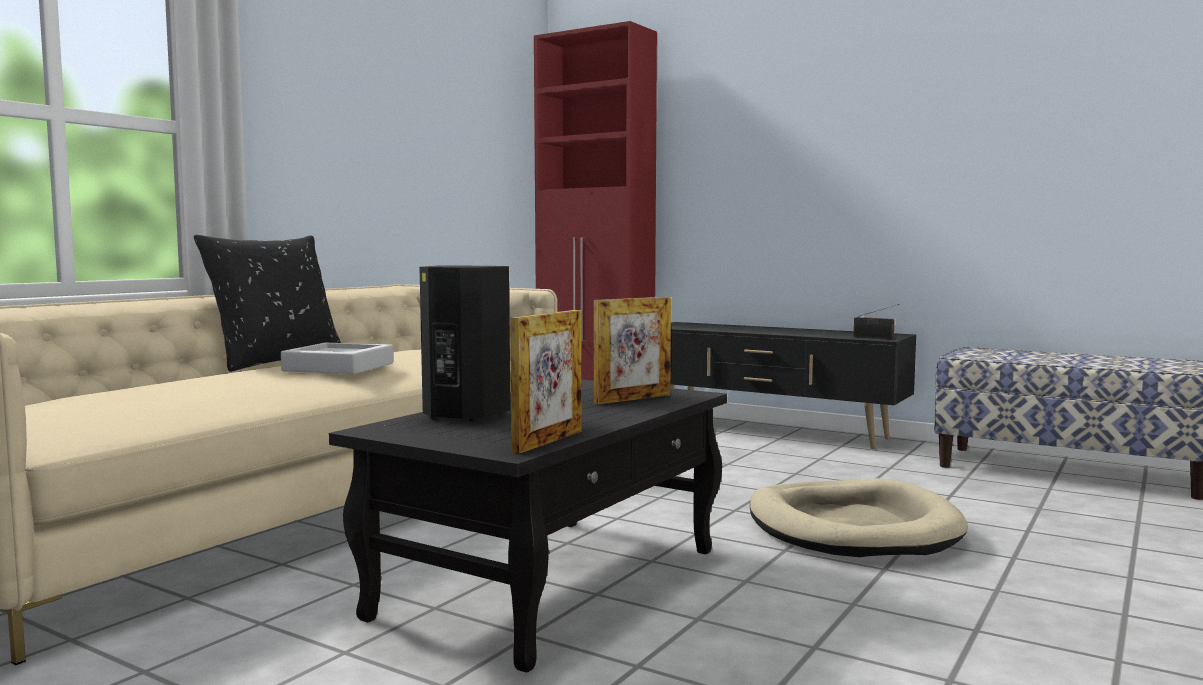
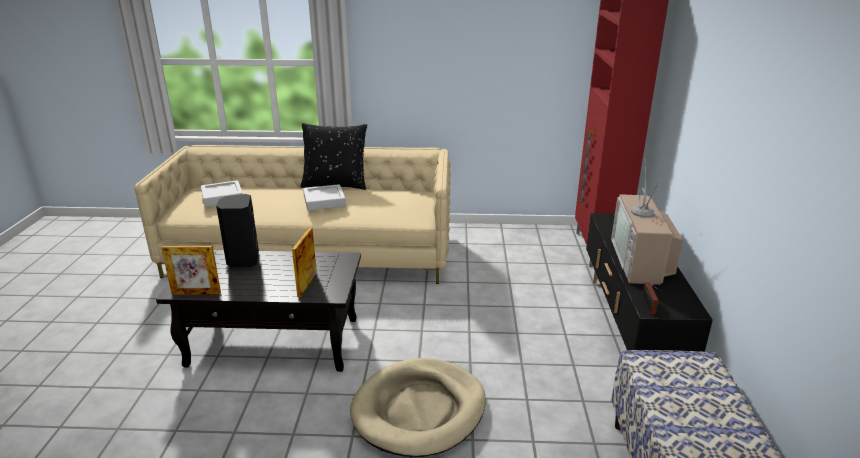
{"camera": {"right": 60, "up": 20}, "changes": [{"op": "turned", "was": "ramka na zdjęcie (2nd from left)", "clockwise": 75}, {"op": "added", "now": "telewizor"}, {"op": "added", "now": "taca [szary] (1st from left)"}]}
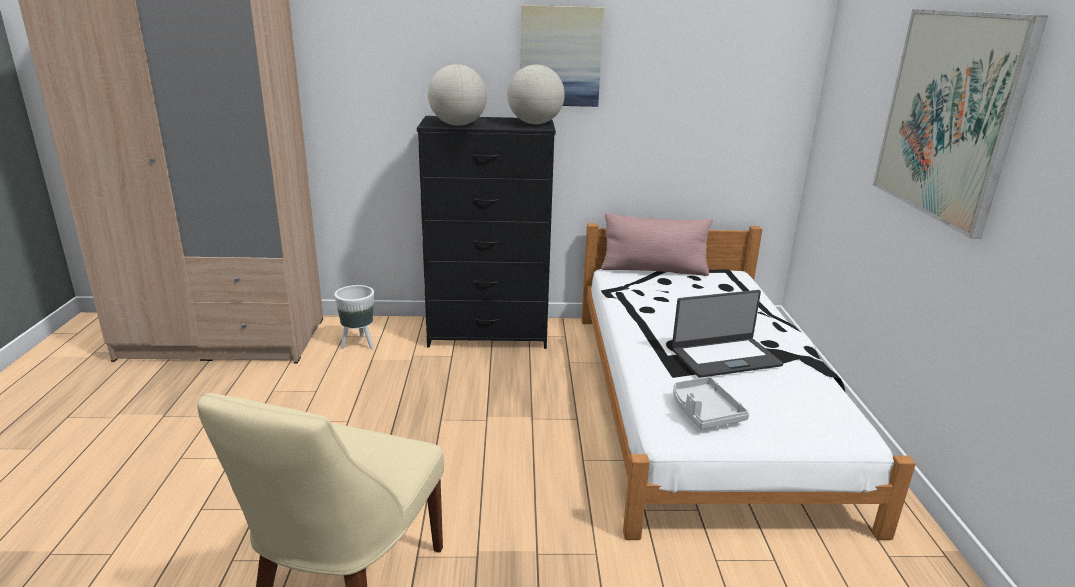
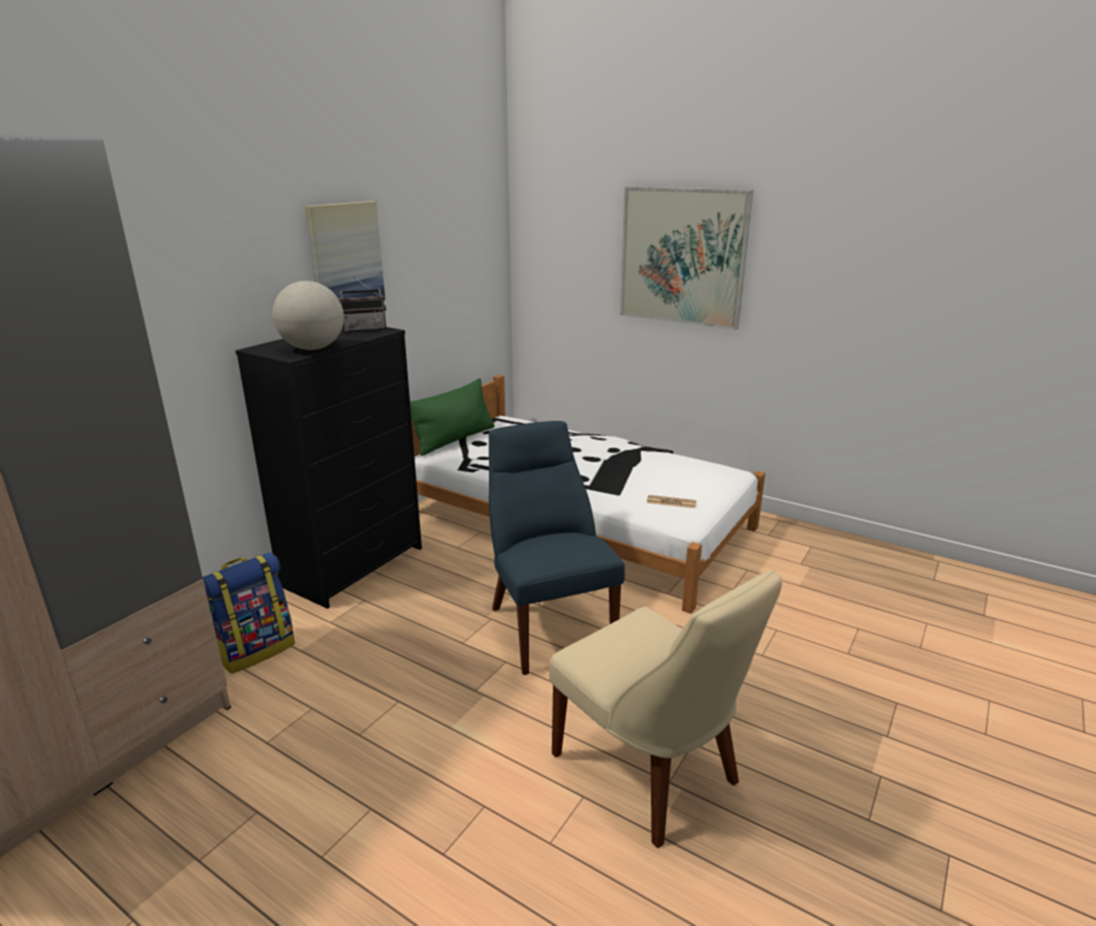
{"camera": {"right": -55, "up": 0}, "changes": [{"op": "replaced", "was": "globus (2nd from left)", "now": "radio"}, {"op": "recoloured", "was": "poduszka [różowy]", "now": "poduszka [zielony]"}, {"op": "replaced", "was": "donica [biały]", "now": "plecak"}, {"op": "removed", "was": "laptop"}, {"op": "replaced", "was": "taca [szary]", "now": "gazeta"}, {"op": "added", "now": "krzesło [niebieski]"}]}
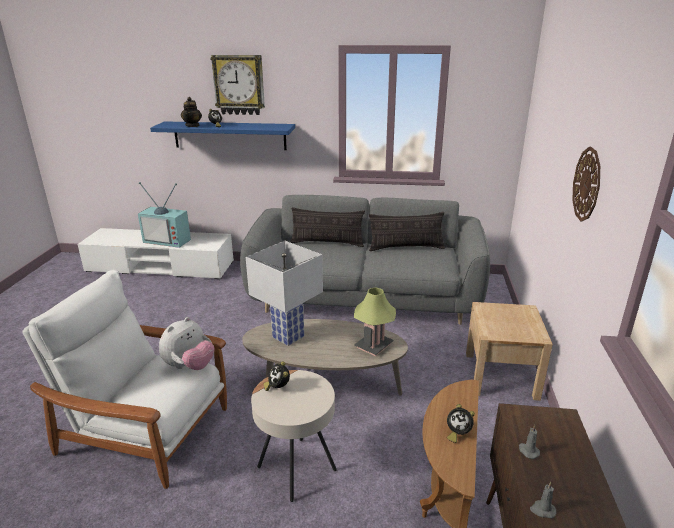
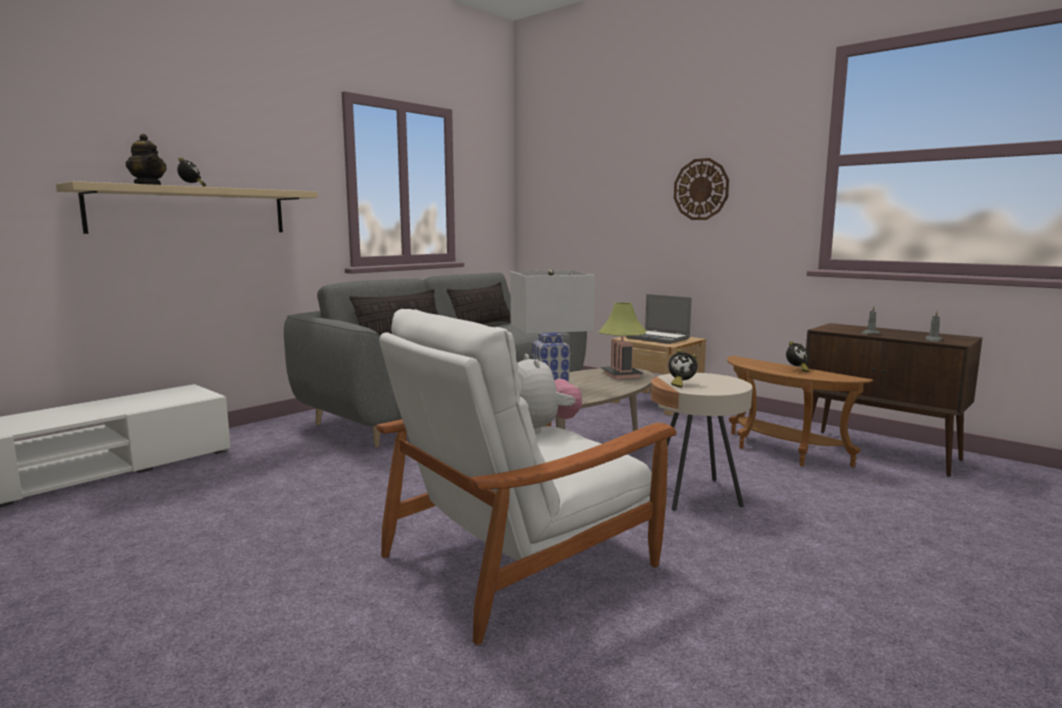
{"camera": {"right": -55, "up": -15}, "changes": [{"op": "removed", "was": "zegar ścienny (1st from left)"}, {"op": "recoloured", "was": "półka [niebieski]", "now": "półka [beżowy]"}, {"op": "removed", "was": "telewizor"}, {"op": "added", "now": "laptop"}]}
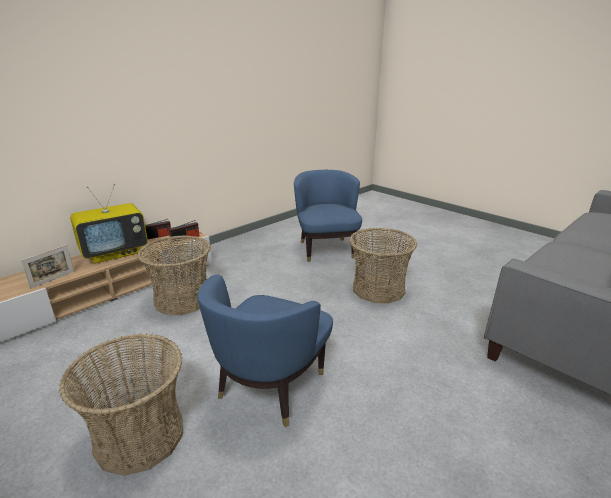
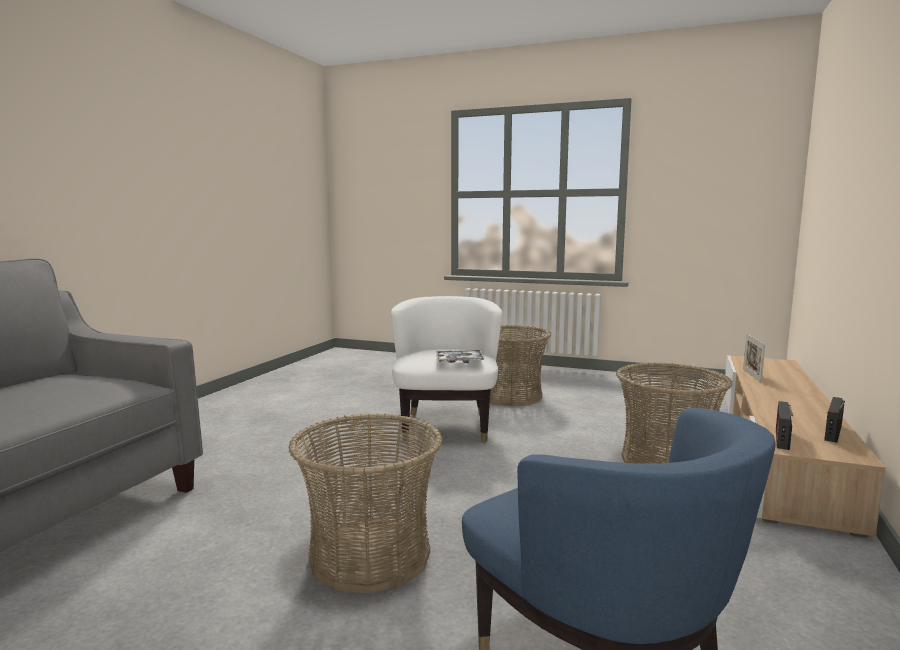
{"camera": {"right": 155, "up": -15}, "changes": [{"op": "removed", "was": "telewizor"}, {"op": "recoloured", "was": "fotel [niebieski] (1st from left)", "now": "fotel [biały]"}, {"op": "added", "now": "taca"}]}
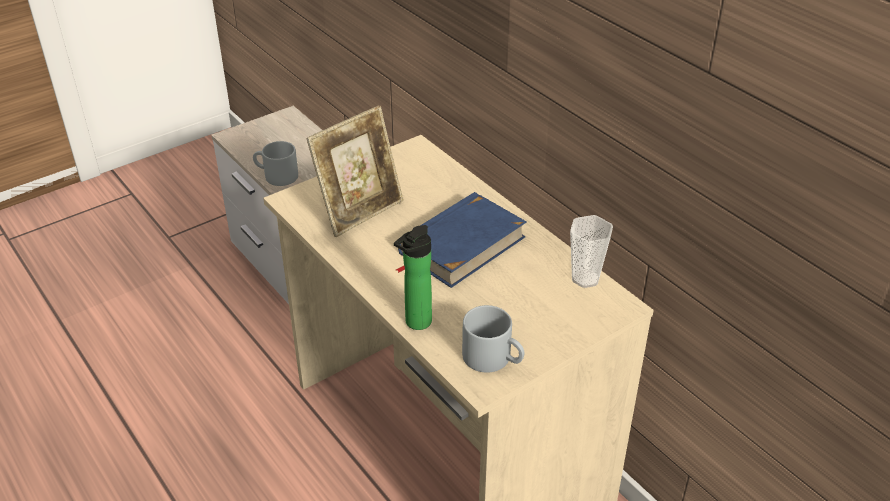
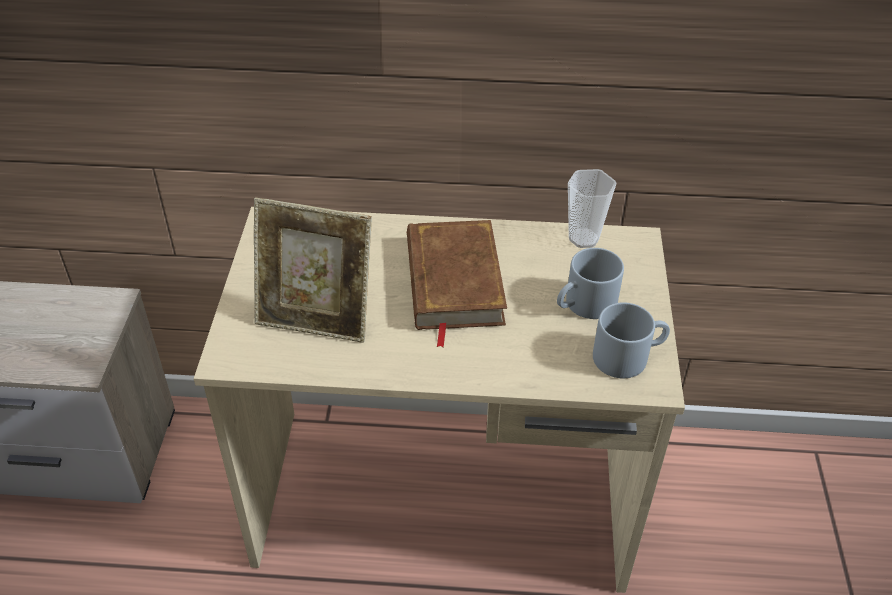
{"camera": {"right": -50, "up": 5}, "changes": [{"op": "turned", "was": "ramka na zdjęcie", "clockwise": 105}, {"op": "moved", "was": "kubek [szary] (1st from left)"}, {"op": "recoloured", "was": "książka [niebieski]", "now": "książka [brązowy]"}, {"op": "removed", "was": "butelka"}]}
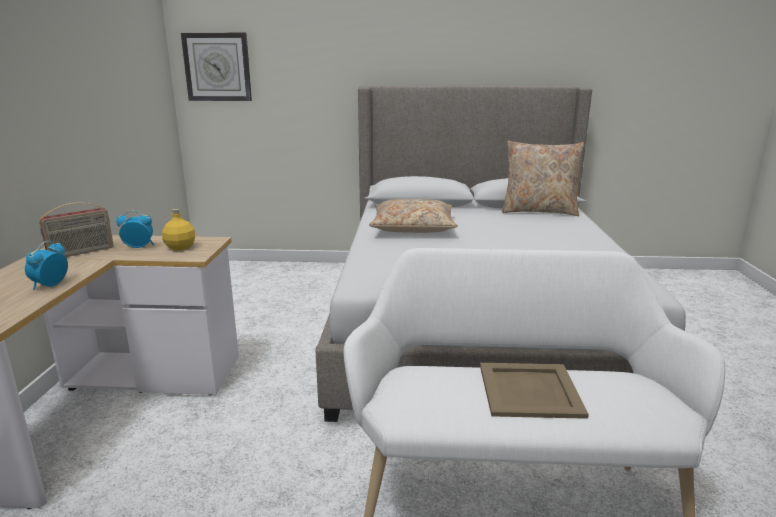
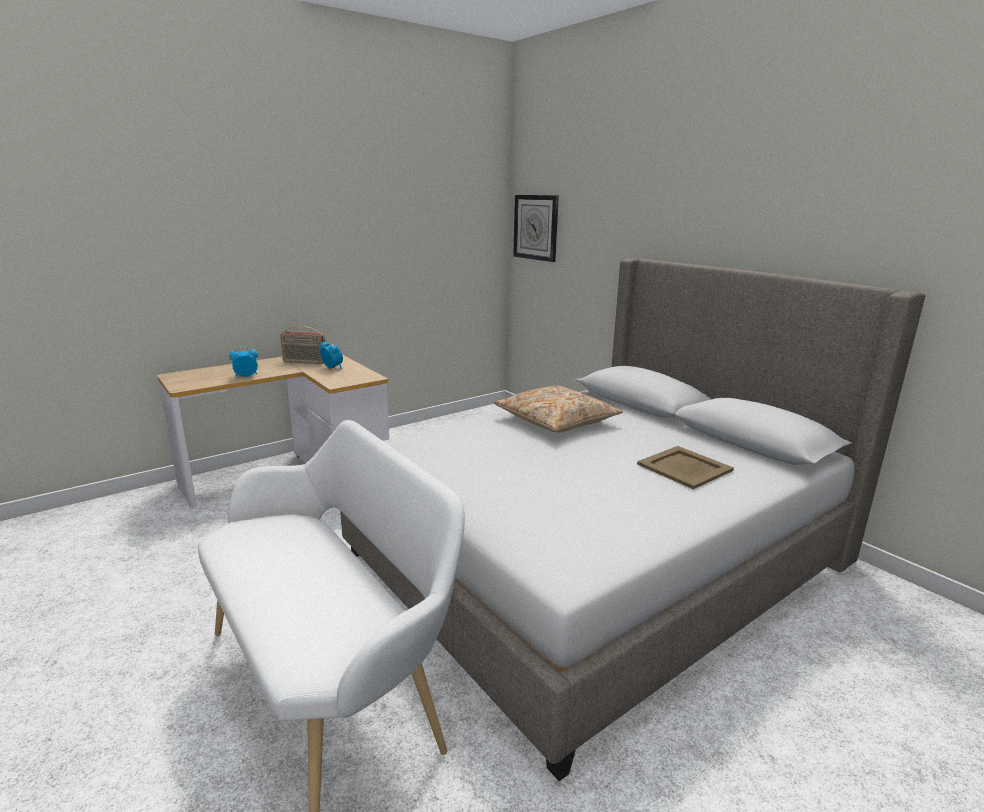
{"camera": {"right": 50, "up": 0}, "changes": [{"op": "removed", "was": "poduszka [beżowy] (2nd from left)"}, {"op": "removed", "was": "butelka [żółty]"}, {"op": "moved", "was": "taca [beżowy]"}]}
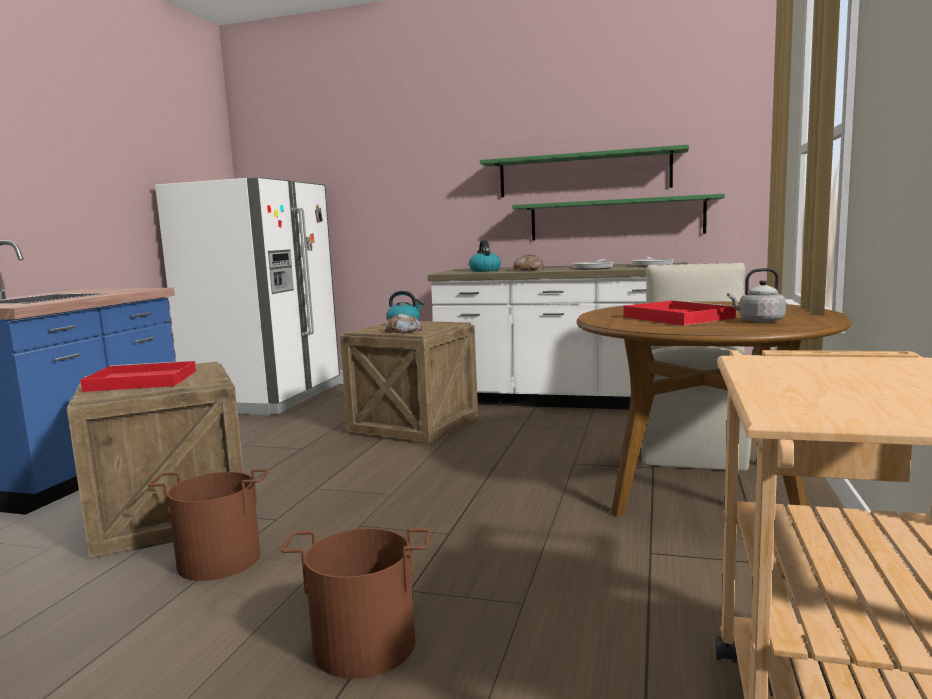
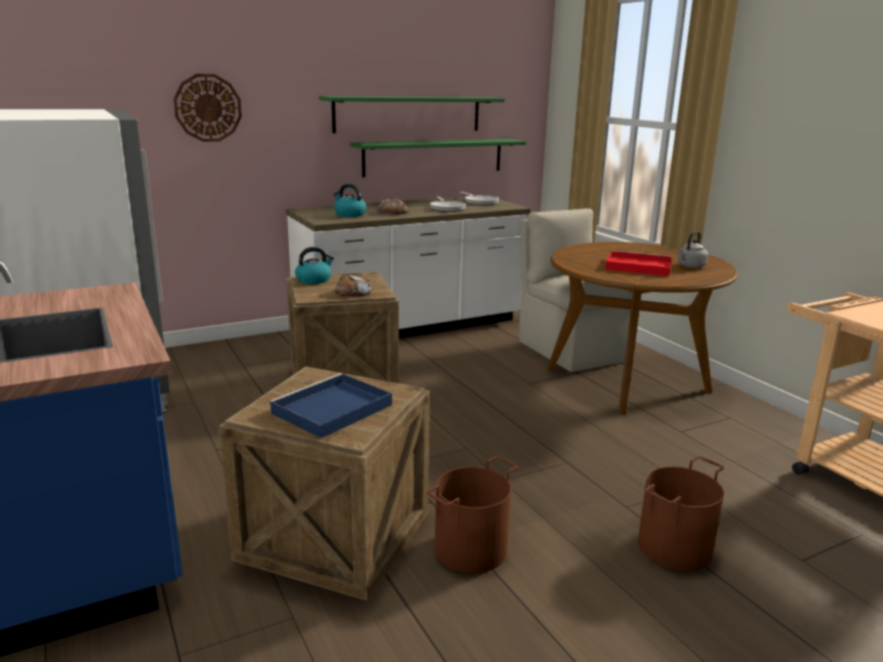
{"camera": {"right": -45, "up": 10}, "changes": [{"op": "recoloured", "was": "taca [czerwony] (1st from left)", "now": "taca [niebieski]"}, {"op": "added", "now": "zegar ścienny"}]}
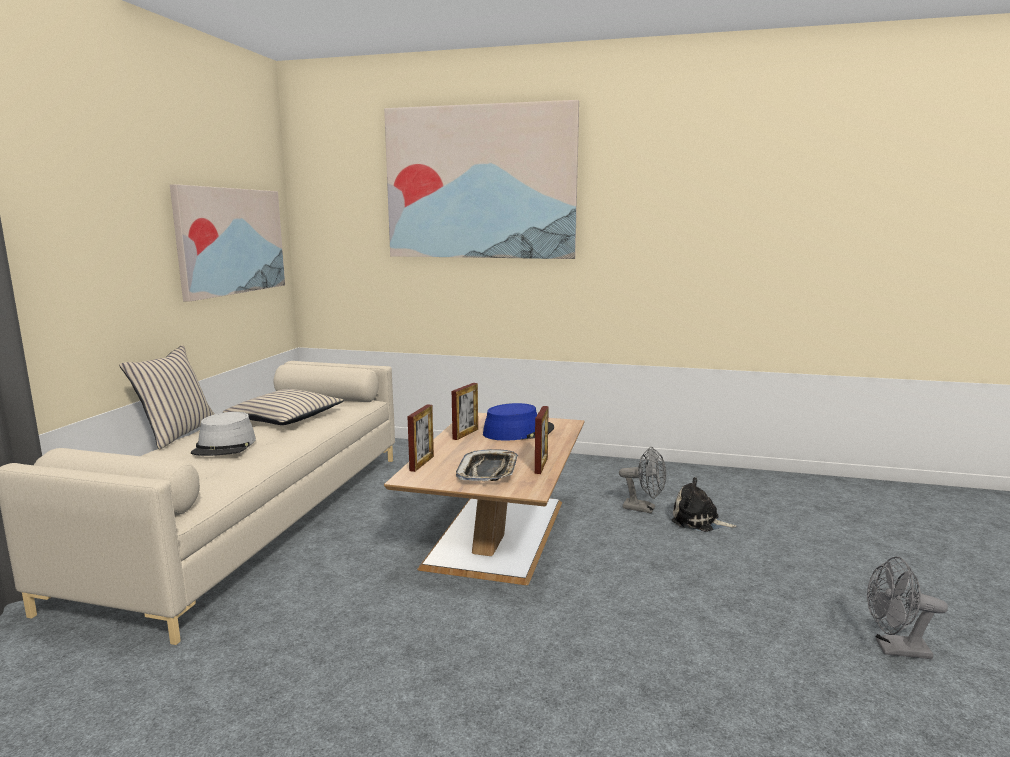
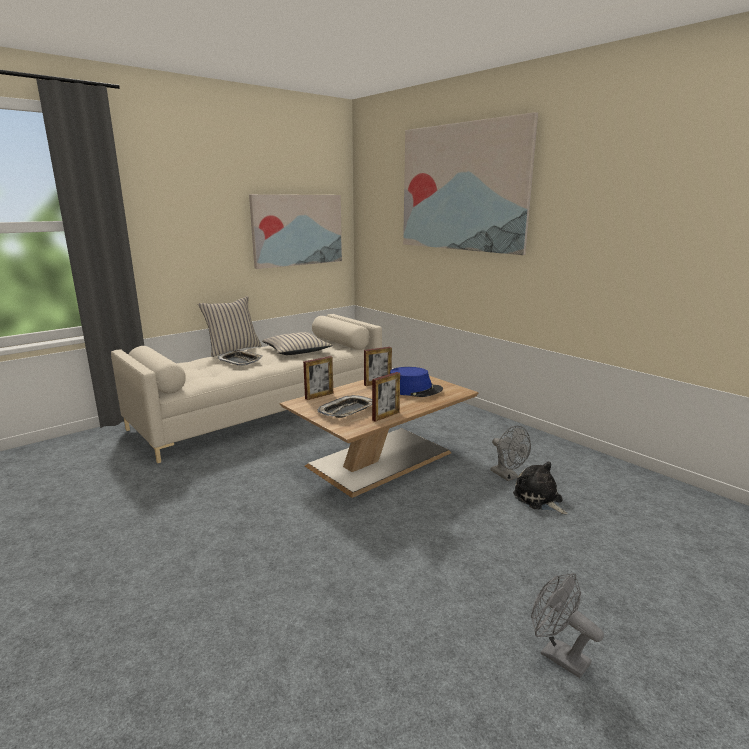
{"camera": {"right": 35, "up": 5}, "changes": [{"op": "replaced", "was": "kapelusz [szary]", "now": "taca (1st from left)"}]}
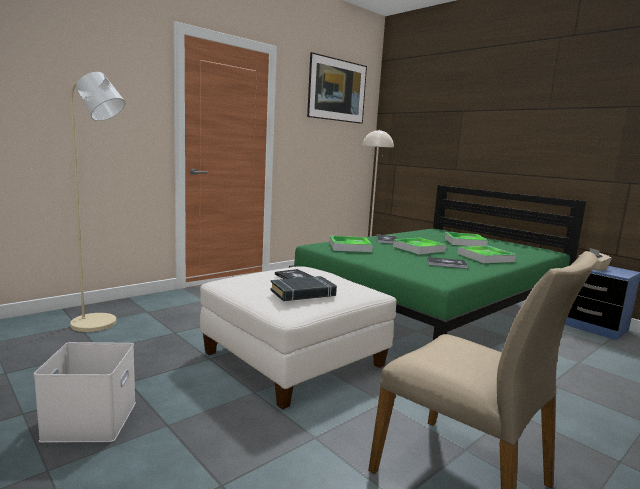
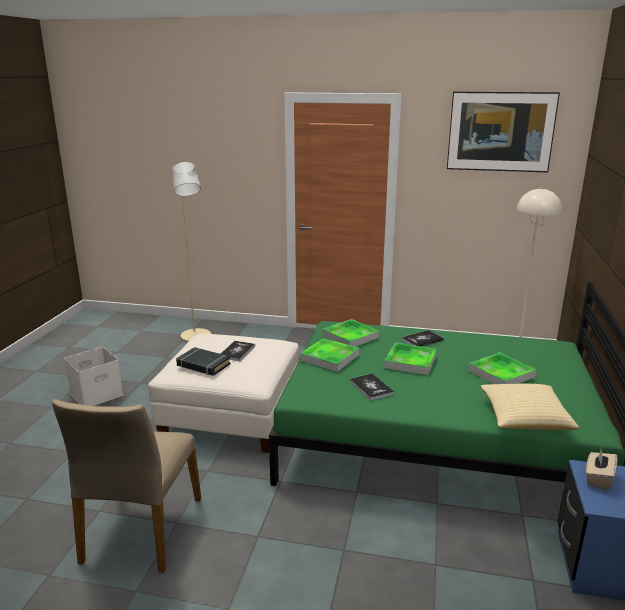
{"camera": {"right": 55, "up": 10}, "changes": [{"op": "moved", "was": "taca (4th from left in the first image)", "now": "taca (1st from left)"}, {"op": "added", "now": "poduszka"}]}
